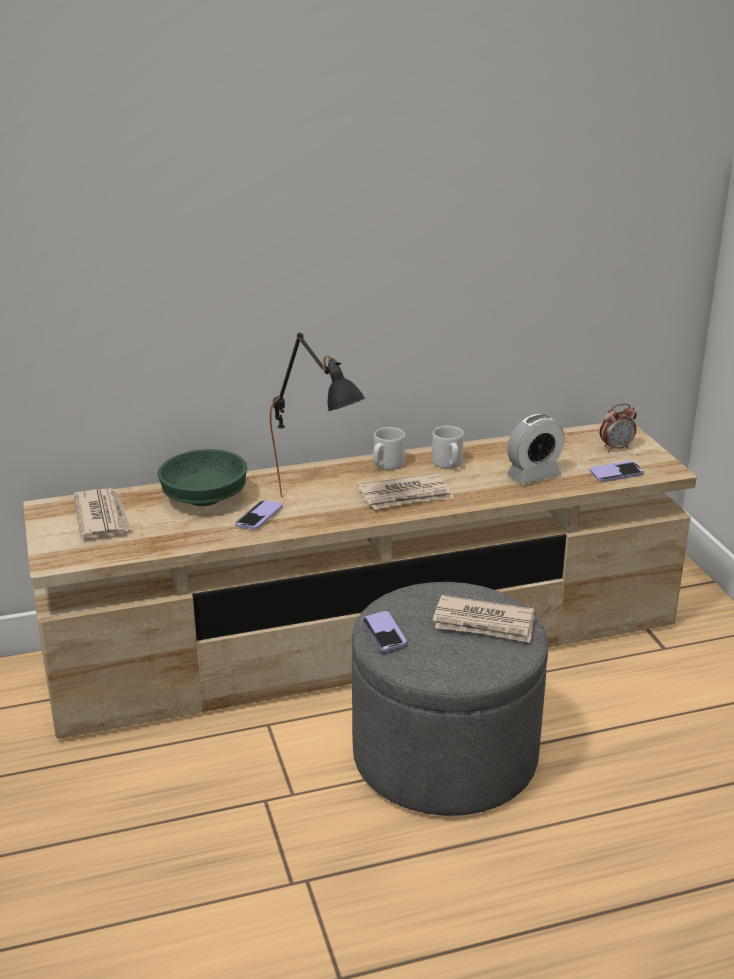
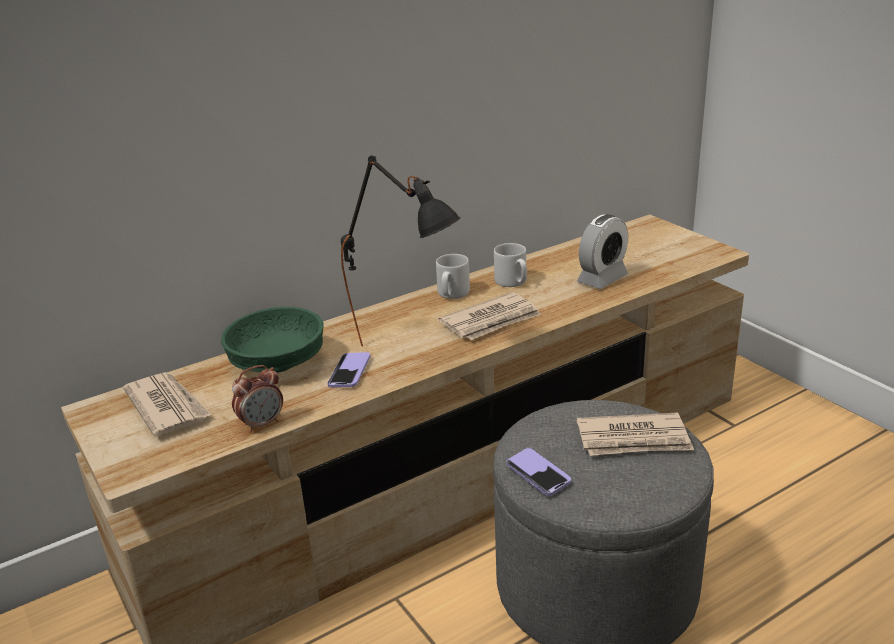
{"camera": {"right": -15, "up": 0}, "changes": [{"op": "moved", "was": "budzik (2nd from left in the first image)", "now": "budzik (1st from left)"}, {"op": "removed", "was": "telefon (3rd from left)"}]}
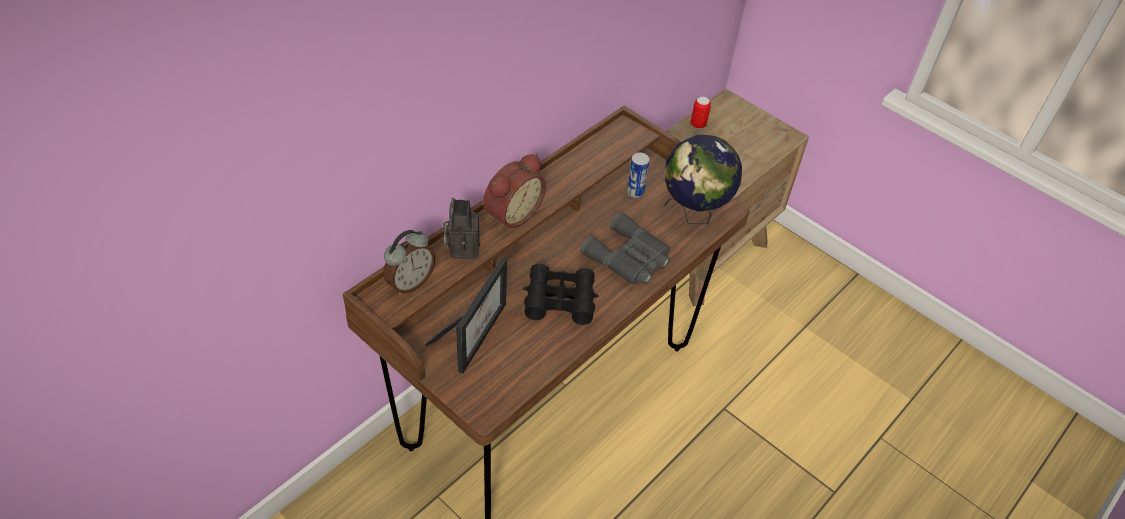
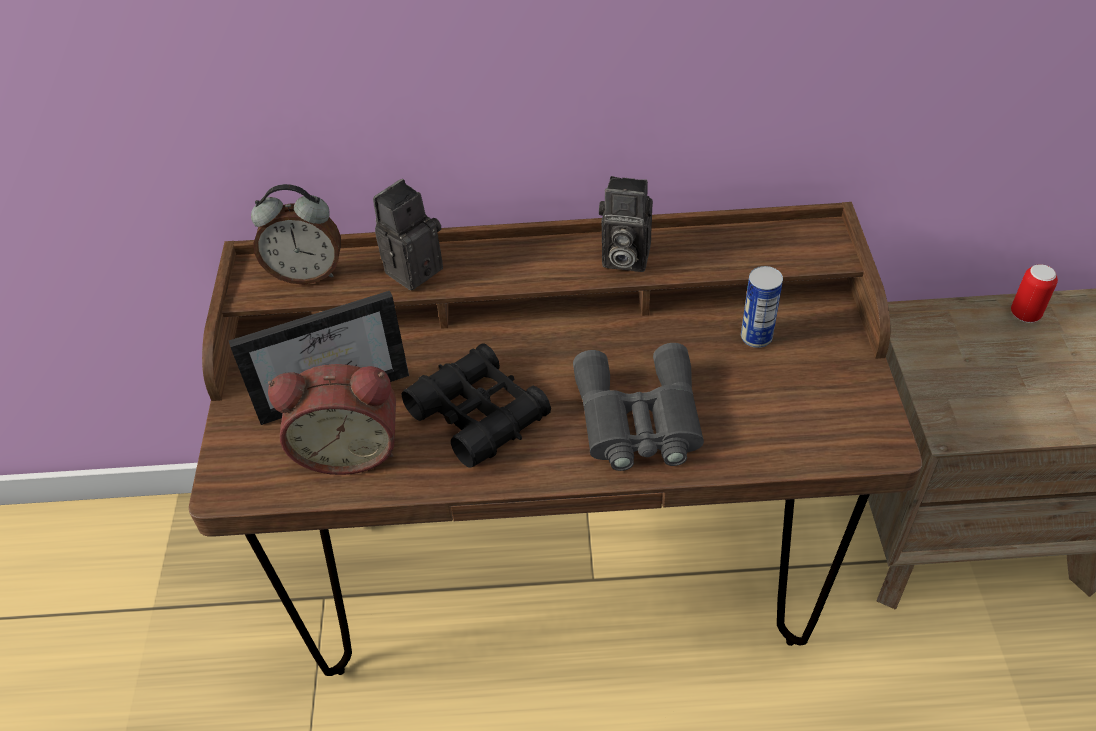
{"camera": {"right": 50, "up": 0}, "changes": [{"op": "removed", "was": "globus"}, {"op": "moved", "was": "budzik (2nd from left)"}, {"op": "added", "now": "aparat fotograficzny (2nd from left)"}]}
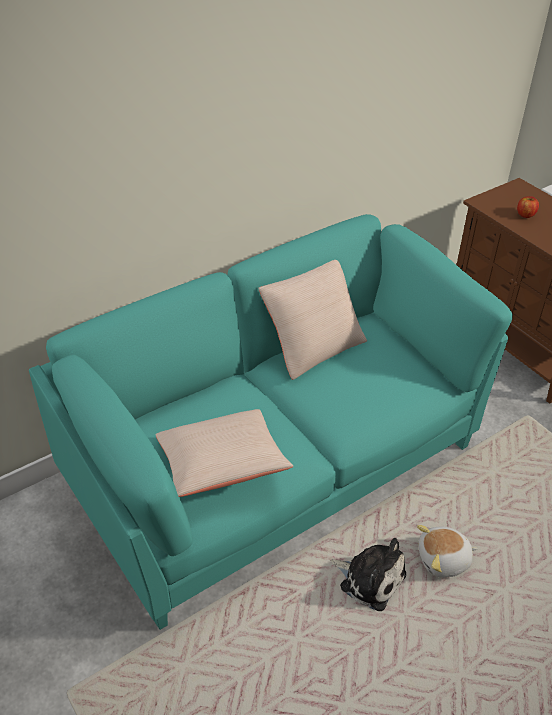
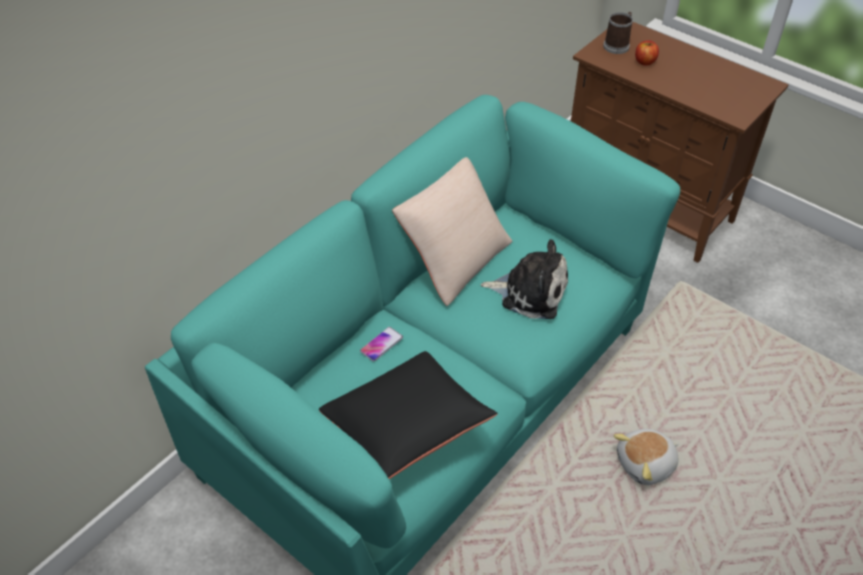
{"camera": {"right": -15, "up": 5}, "changes": [{"op": "recoloured", "was": "poduszka [beżowy] (1st from left)", "now": "poduszka [czarny]"}, {"op": "moved", "was": "pluszak (1st from left)"}, {"op": "added", "now": "kubek"}, {"op": "added", "now": "telefon"}]}
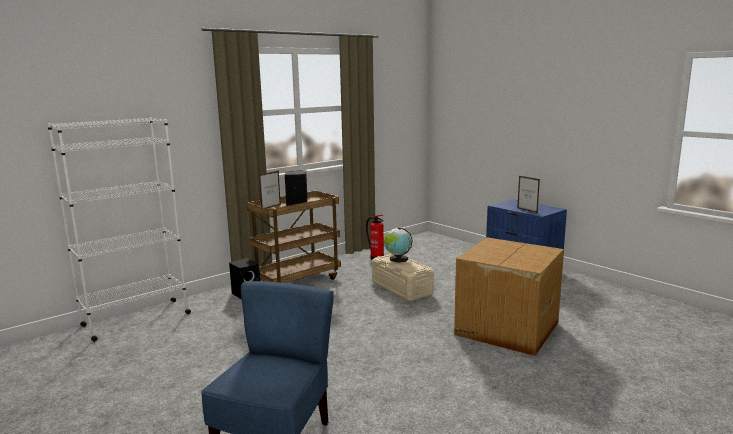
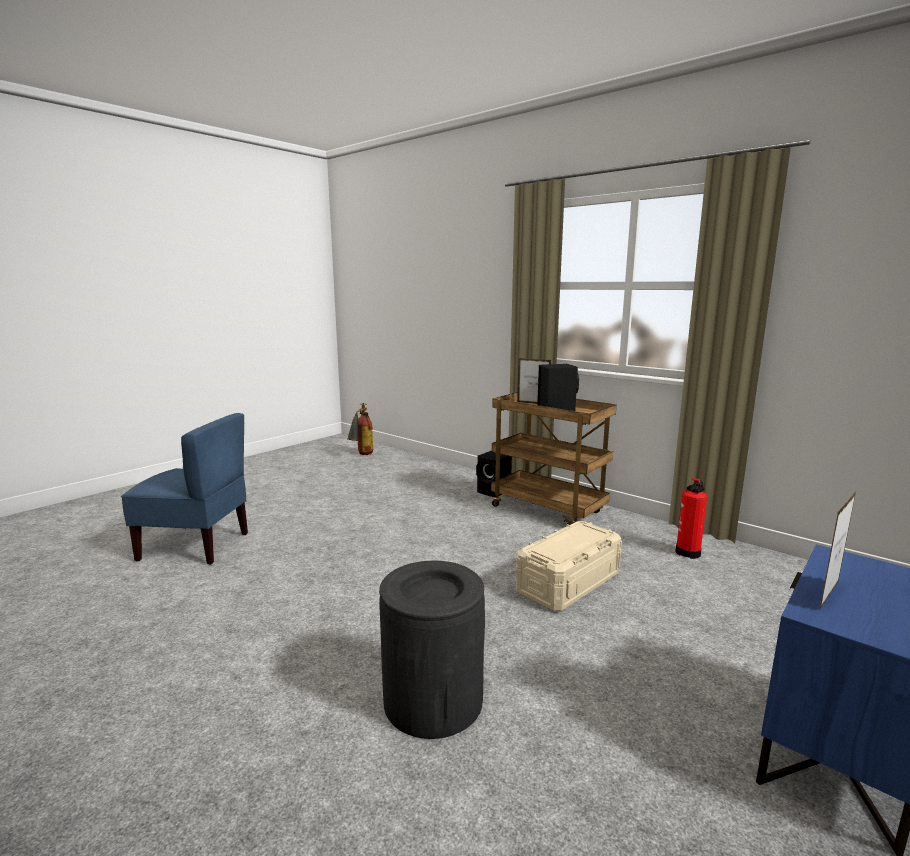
{"camera": {"right": 80, "up": 0}, "changes": [{"op": "removed", "was": "regał [biały]"}, {"op": "removed", "was": "globus"}, {"op": "replaced", "was": "karton", "now": "kosz na śmieci [czarny]"}, {"op": "added", "now": "gaśnica (1st from left)"}]}
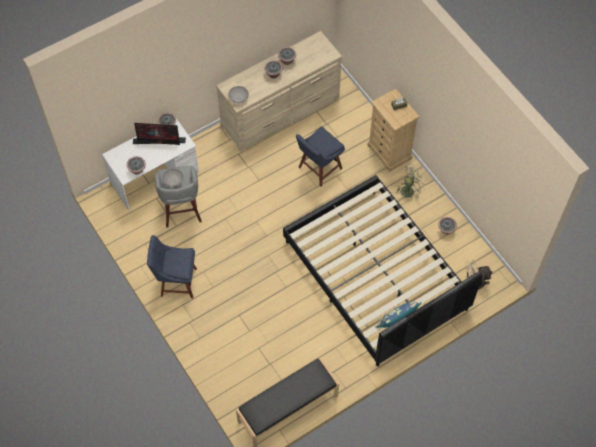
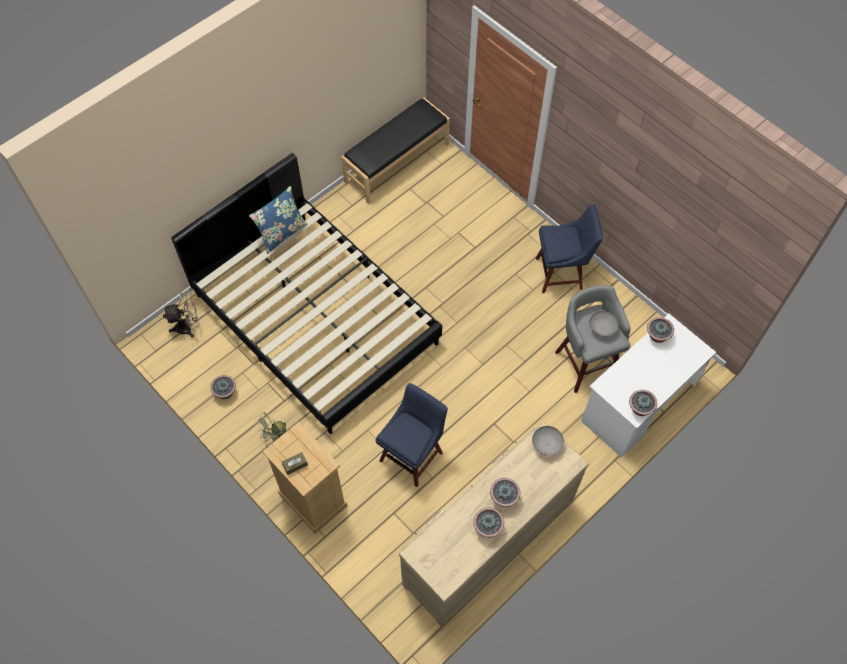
{"camera": {"right": 170, "up": 0}, "changes": [{"op": "removed", "was": "monitor"}]}
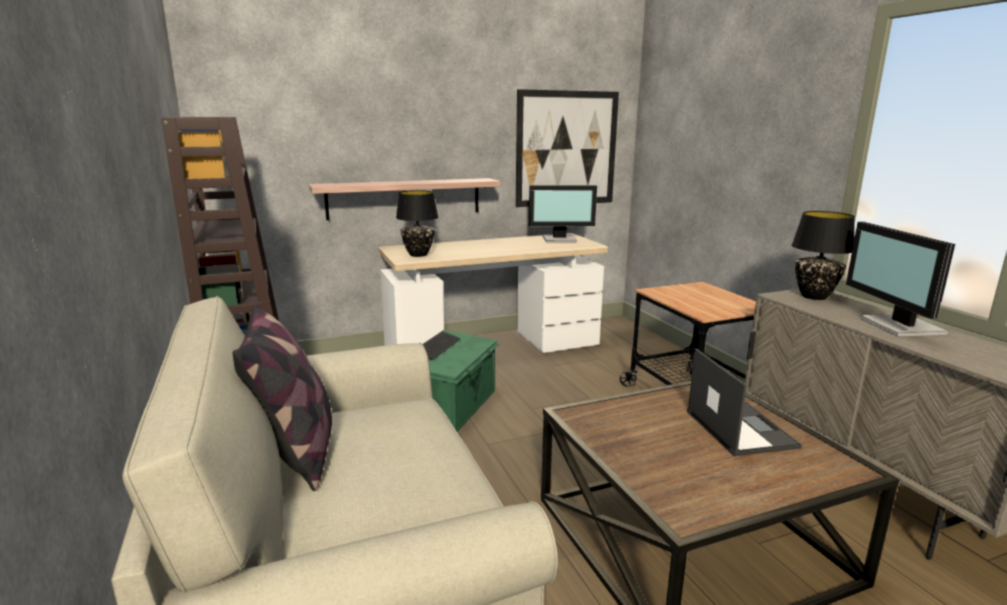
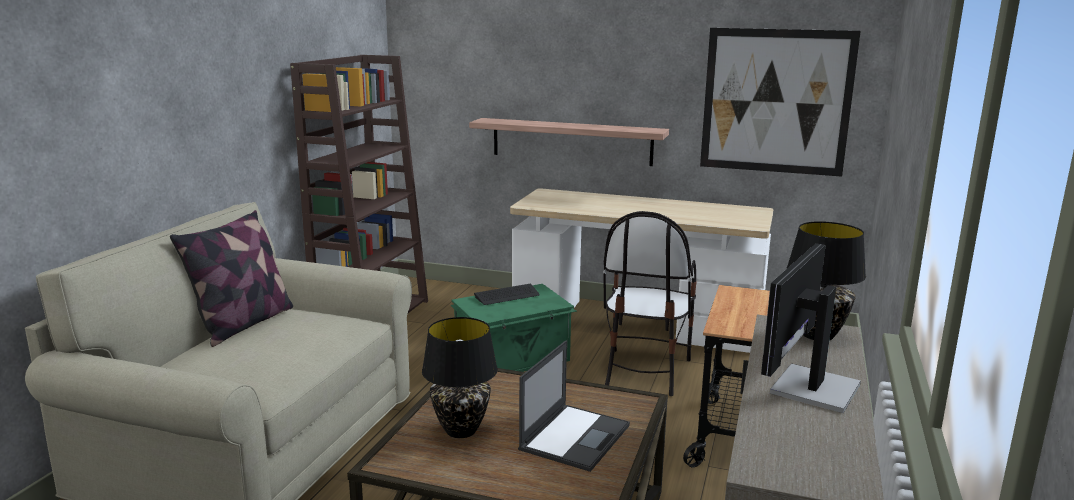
{"camera": {"right": 40, "up": 0}, "changes": [{"op": "removed", "was": "monitor (1st from left)"}, {"op": "moved", "was": "lampa stołowa [czarny] (1st from left)"}, {"op": "added", "now": "krzesło"}]}
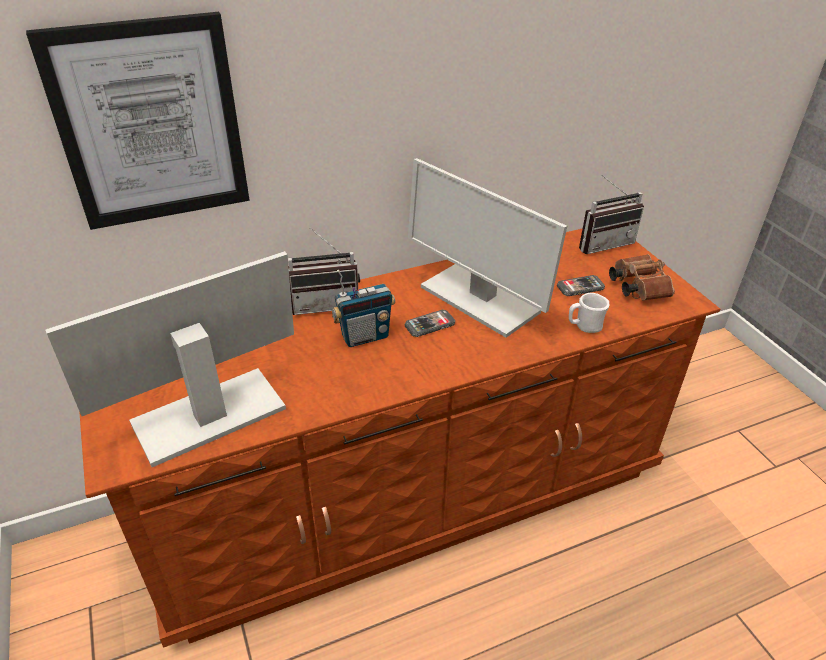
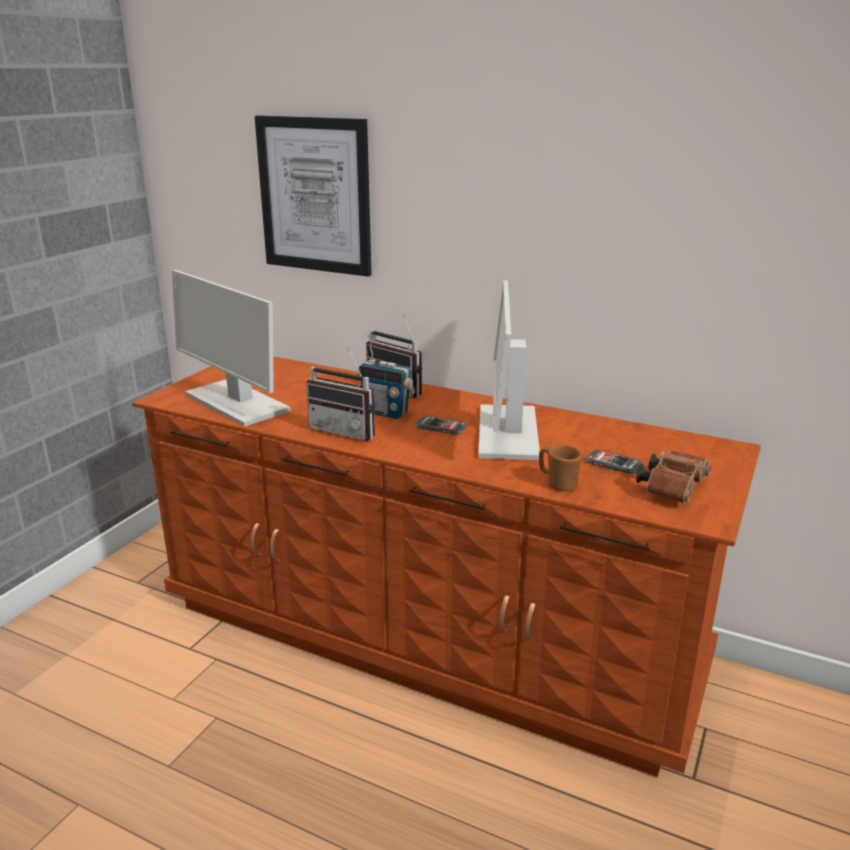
{"camera": {"right": 50, "up": -15}, "changes": [{"op": "moved", "was": "radio (3rd from left in the first image)", "now": "radio (1st from left)"}, {"op": "turned", "was": "monitor (1st from left)", "clockwise": -150}, {"op": "recoloured", "was": "kubek [biały]", "now": "kubek [brązowy]"}]}
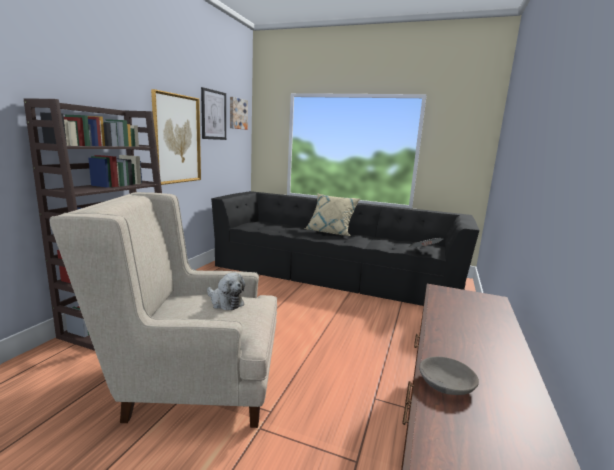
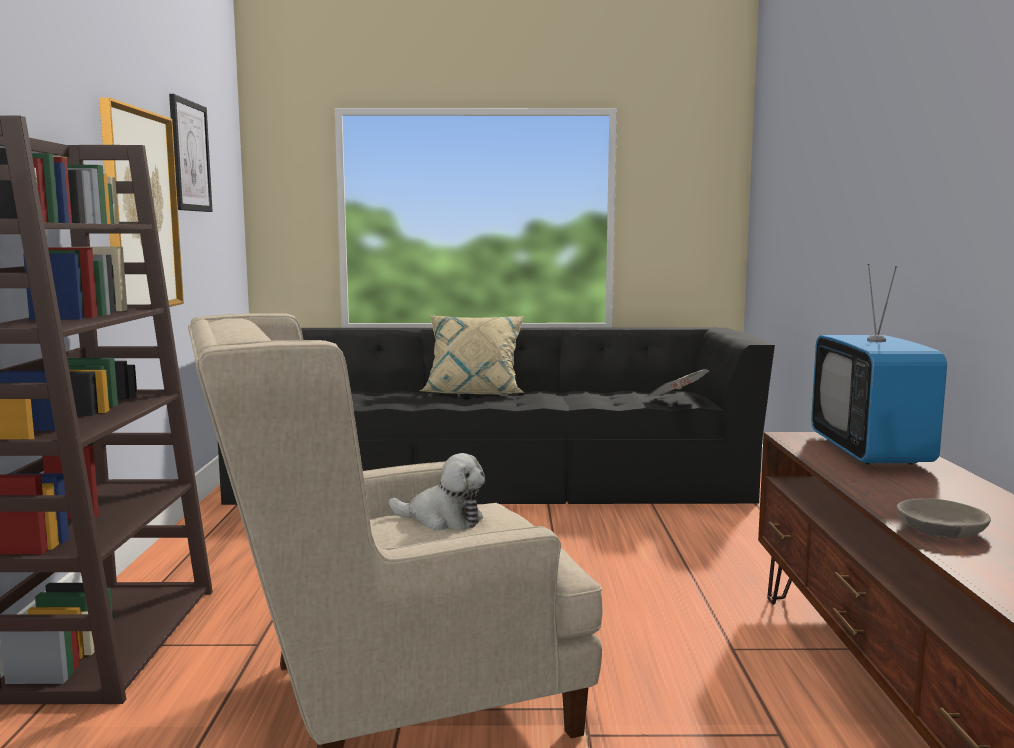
{"camera": {"right": -20, "up": -5}, "changes": [{"op": "removed", "was": "obraz (3rd from left)"}, {"op": "added", "now": "telewizor"}]}
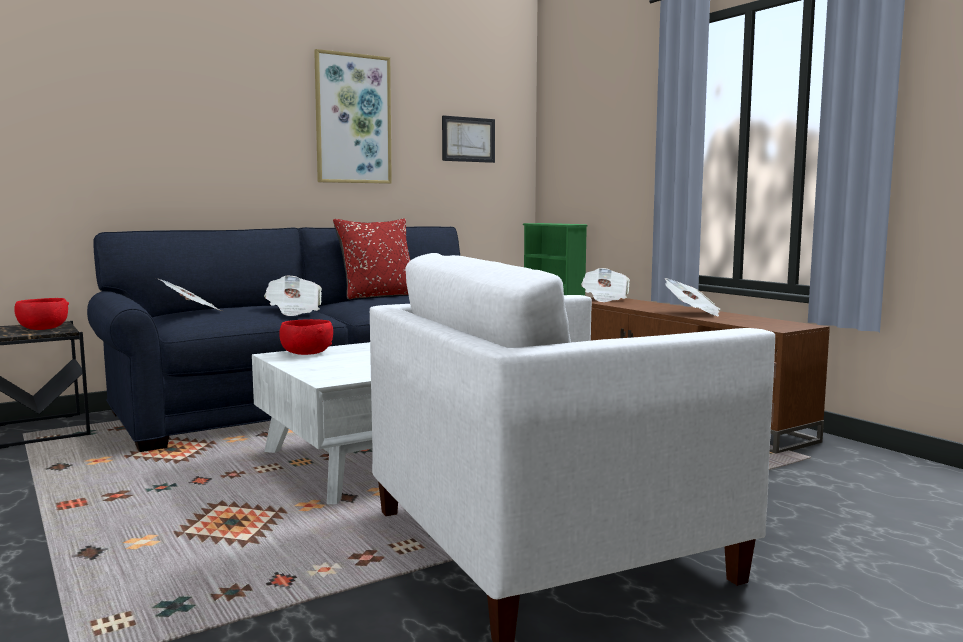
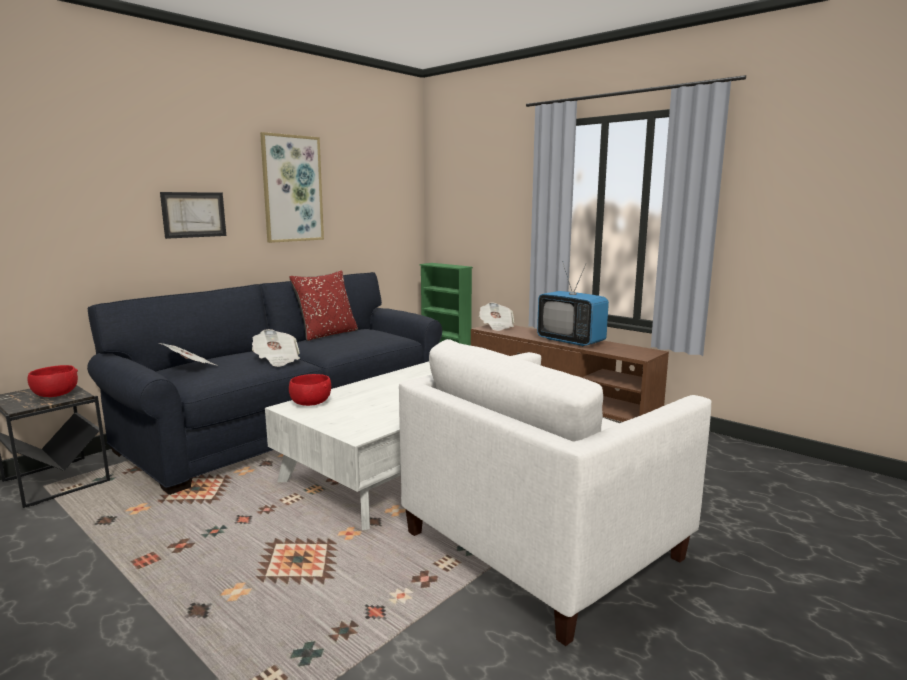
{"camera": {"right": -15, "up": 5}, "changes": [{"op": "moved", "was": "obraz (2nd from left in the first image)", "now": "obraz (1st from left)"}, {"op": "replaced", "was": "gazeta (4th from left)", "now": "telewizor"}]}
